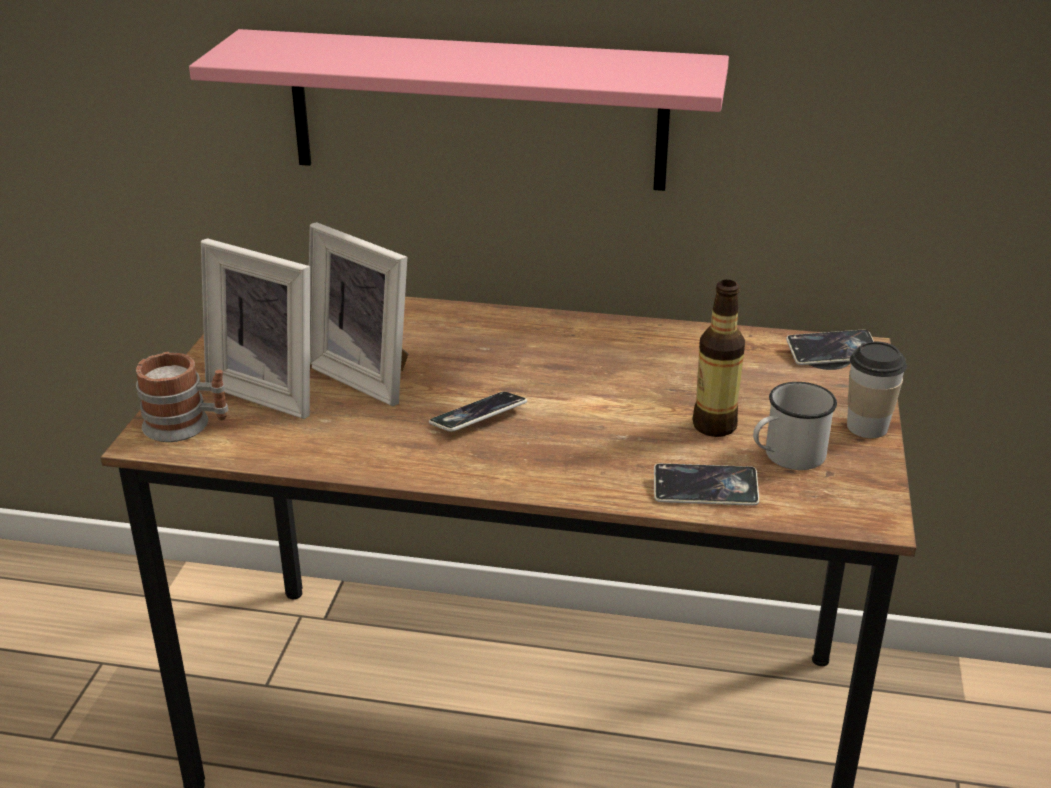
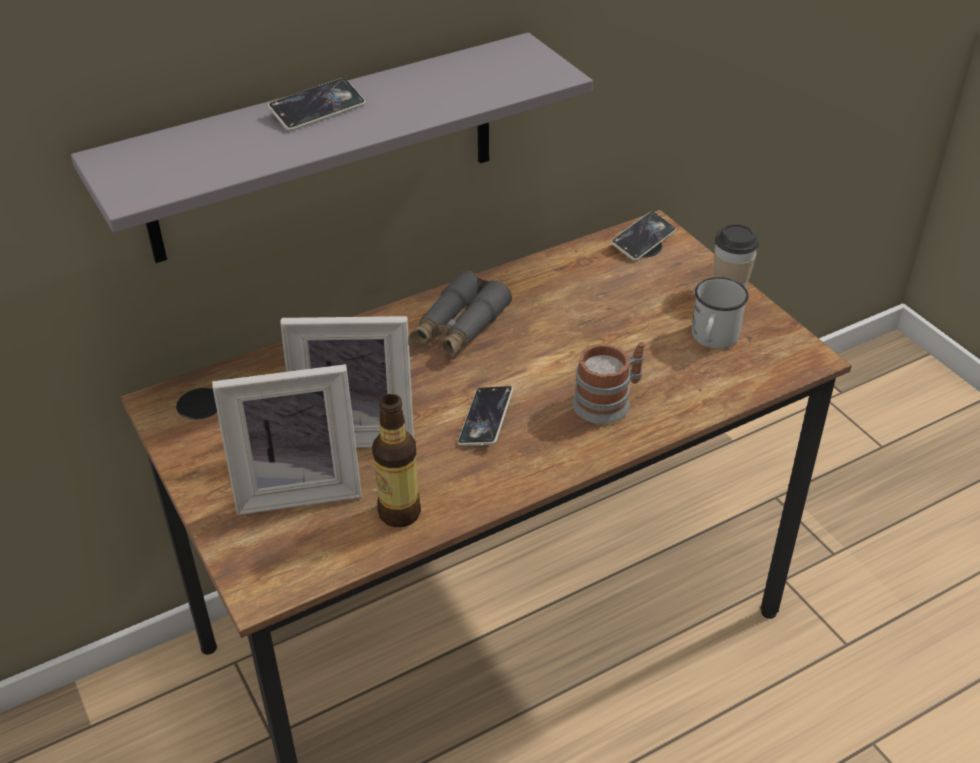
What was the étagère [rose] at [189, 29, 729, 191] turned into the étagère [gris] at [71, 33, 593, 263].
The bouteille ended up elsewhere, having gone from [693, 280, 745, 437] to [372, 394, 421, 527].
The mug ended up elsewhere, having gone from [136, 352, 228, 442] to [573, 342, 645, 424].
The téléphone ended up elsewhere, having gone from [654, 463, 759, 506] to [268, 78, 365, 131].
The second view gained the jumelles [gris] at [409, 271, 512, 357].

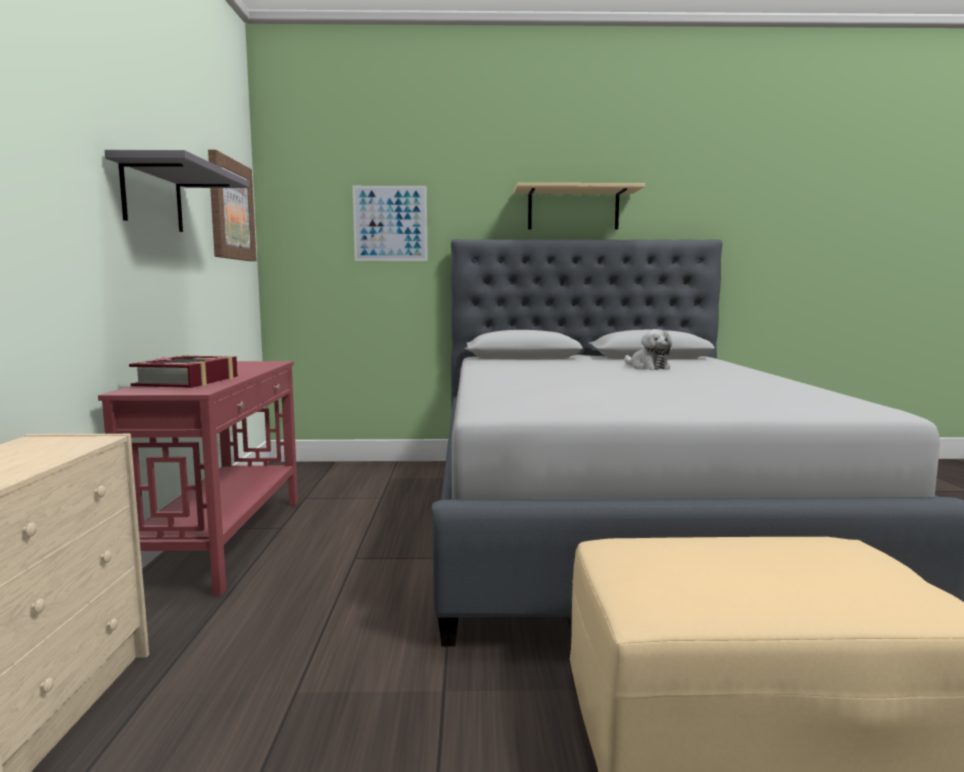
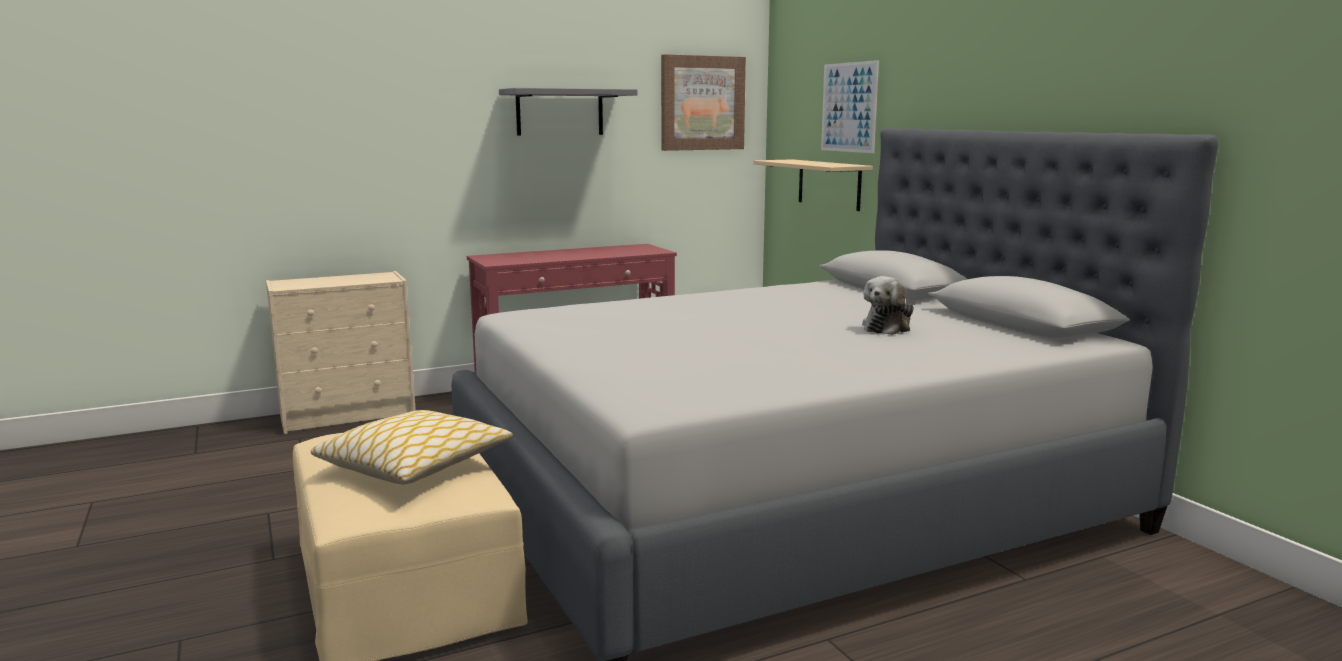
The étagère [beige] ended up elsewhere, having gone from [514, 183, 645, 230] to [753, 159, 873, 211].
The second view lost the livre at [129, 355, 238, 388].
The second view gained the coussin at [311, 410, 513, 484].

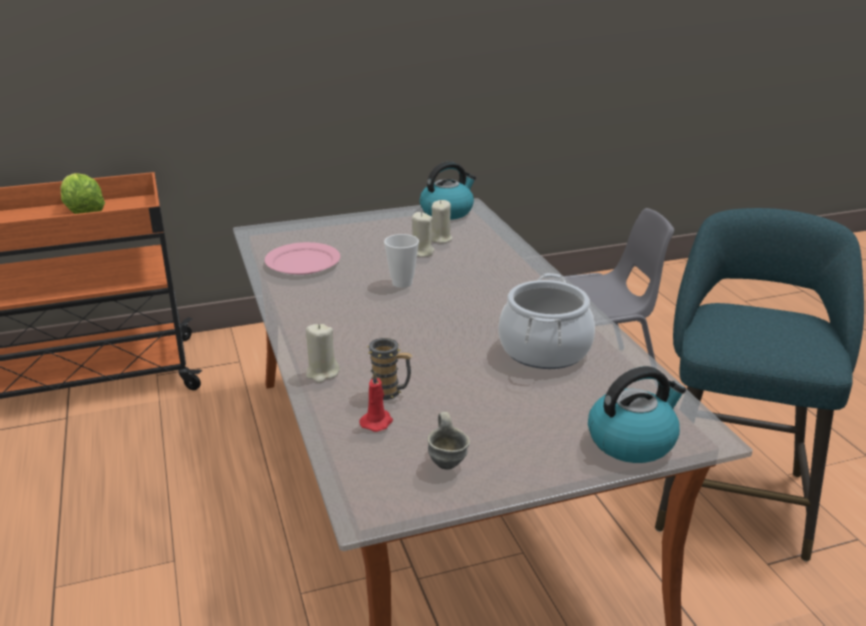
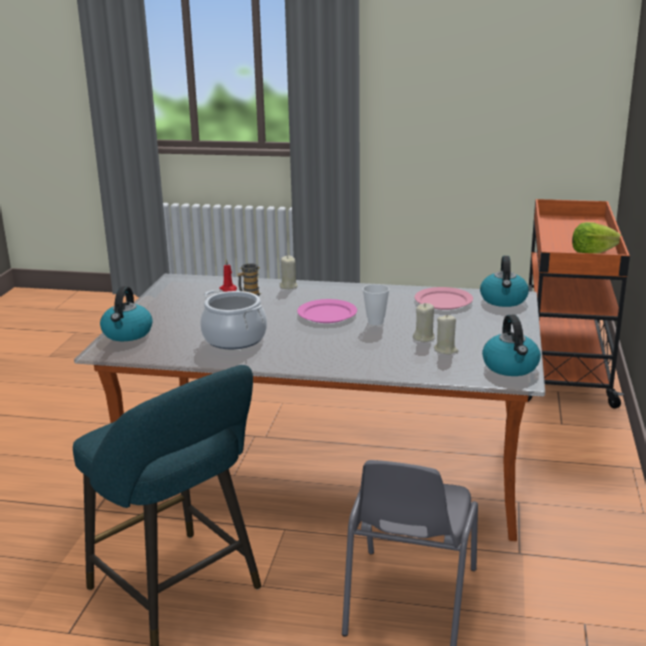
The second view lost the mug [gris] at [427, 412, 470, 470].
The second view gained the bouilloire at [480, 256, 529, 307].
The second view gained the assiette [rose] at [297, 299, 357, 323].

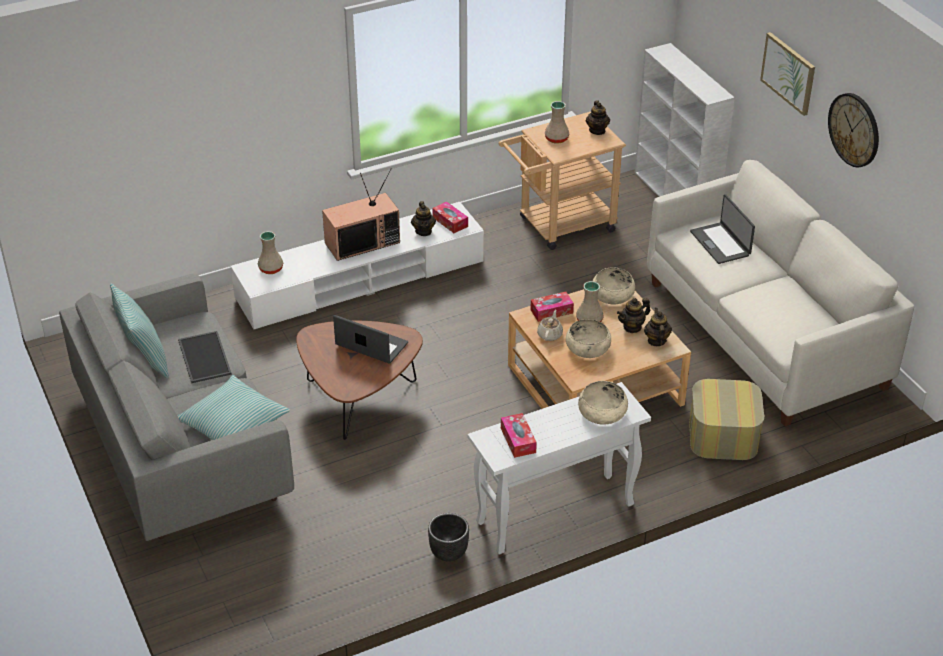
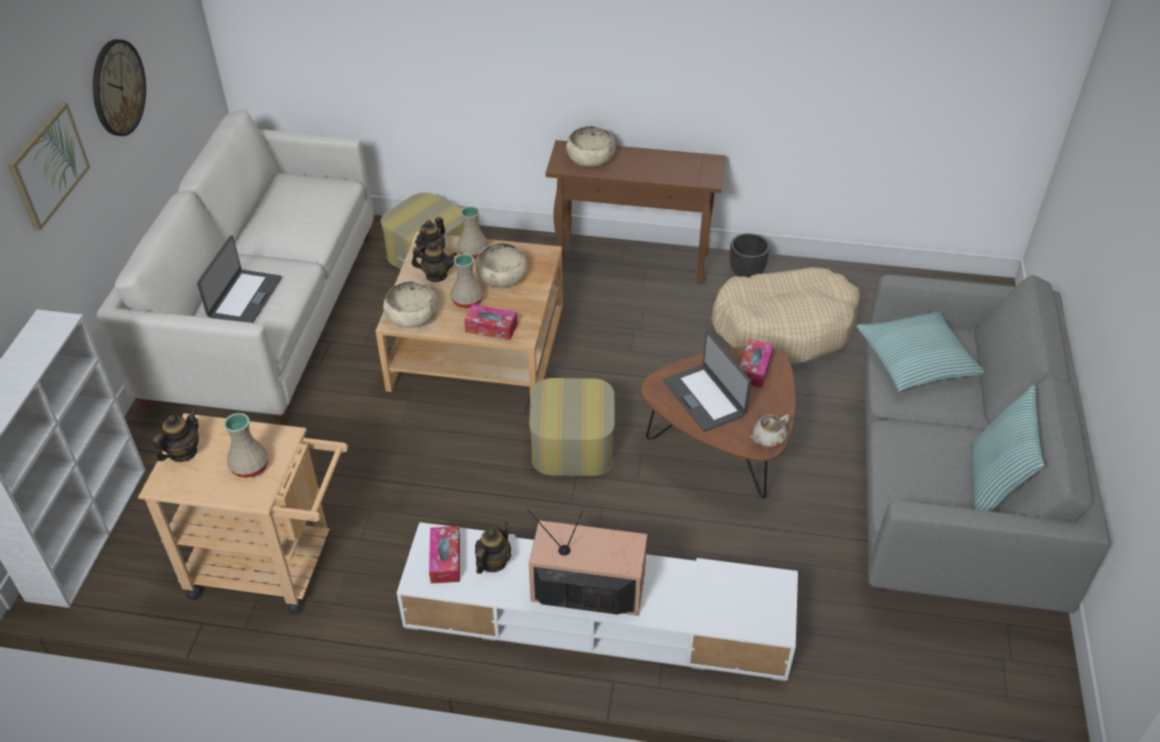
The vase [beige] ended up elsewhere, having gone from [258, 231, 283, 274] to [457, 206, 488, 259].
The théière [beige] ended up elsewhere, having gone from [537, 309, 563, 341] to [751, 414, 789, 447].
The second view lost the plateau at [178, 331, 232, 383].
What was the table console [blanc] at [468, 382, 651, 554] turned into the table console [marron] at [546, 140, 726, 284].
The boîte à mouchoirs ended up elsewhere, having gone from [501, 413, 537, 458] to [740, 339, 774, 388].
The second view gained the panier pour chien [beige] at [711, 267, 860, 364].
The second view gained the pouf at [529, 378, 614, 476].

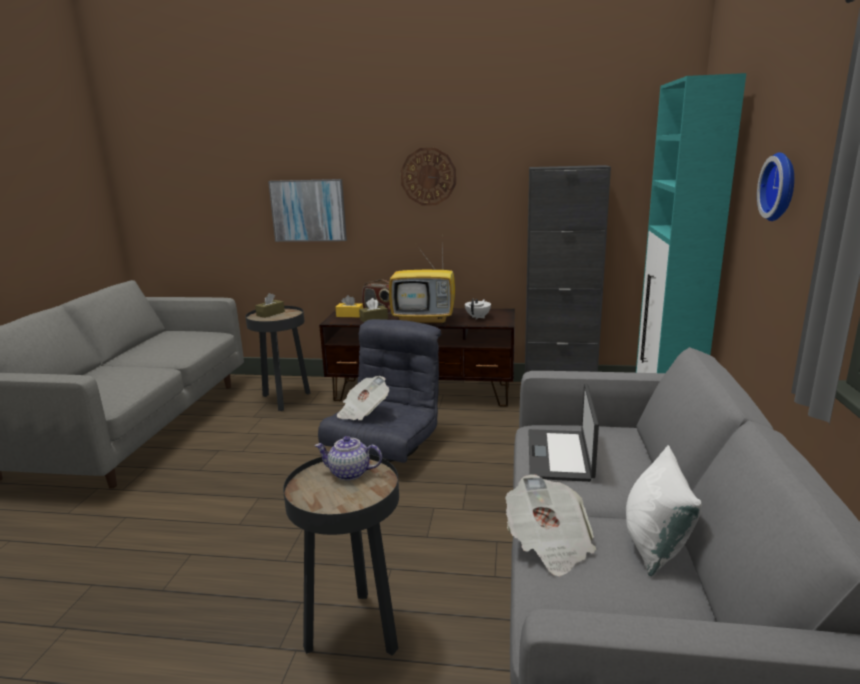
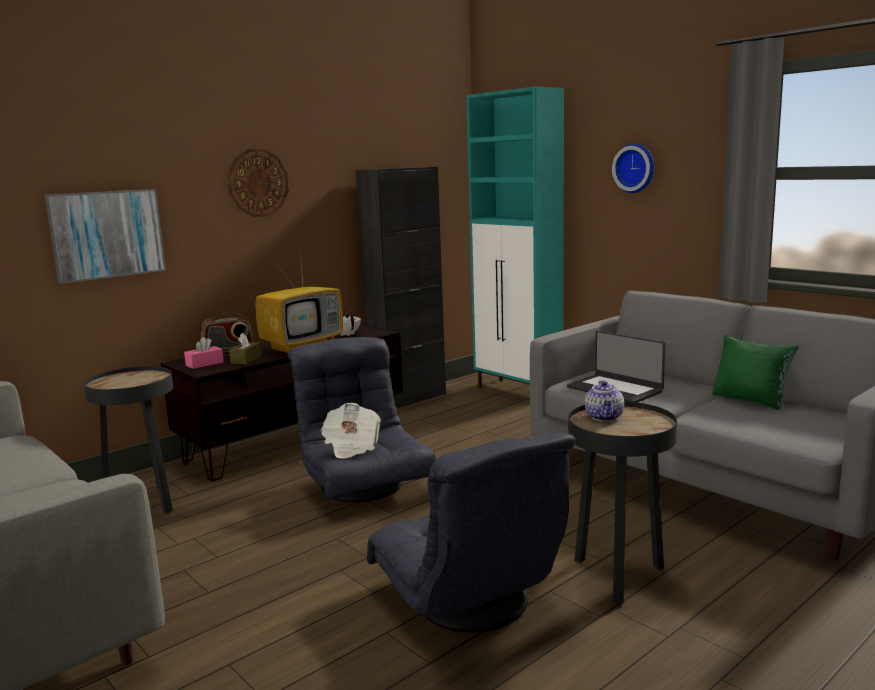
The second view lost the boîte à mouchoirs [marron] at [255, 293, 285, 318].
What was the boîte à mouchoirs [jaune] at [336, 295, 363, 317] turned into the boîte à mouchoirs [rose] at [184, 337, 224, 369].
The théière at [314, 436, 382, 481] ended up facing another way, 45 degrees counterclockwise from before.
What was the coussin [blanc] at [626, 445, 702, 576] turned into the coussin [vert] at [712, 335, 799, 410].
The second view lost the journal at [505, 474, 596, 576].
The second view gained the fauteuil [gris] at [367, 433, 576, 633].

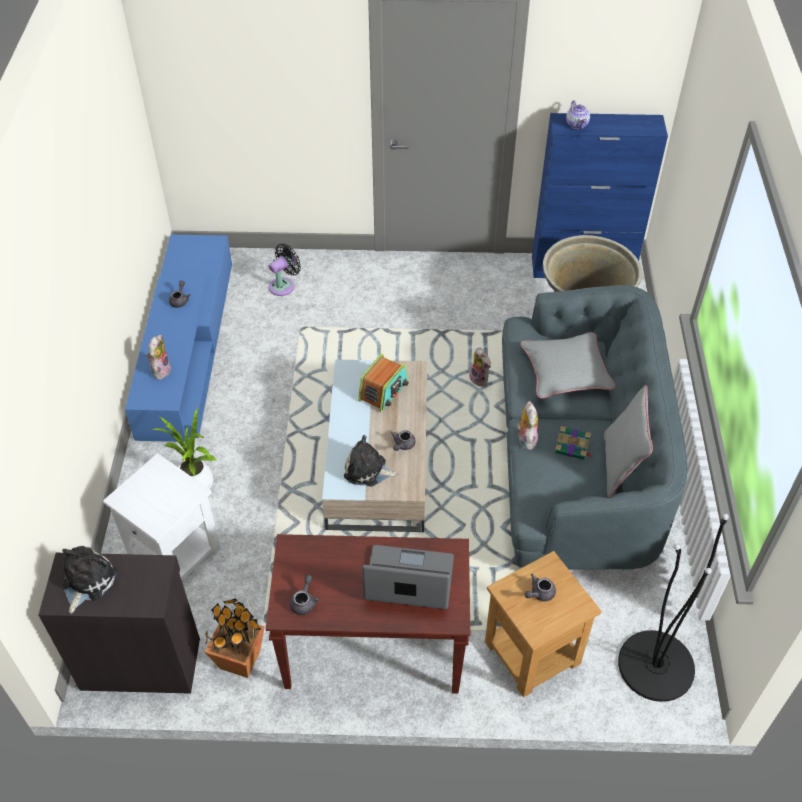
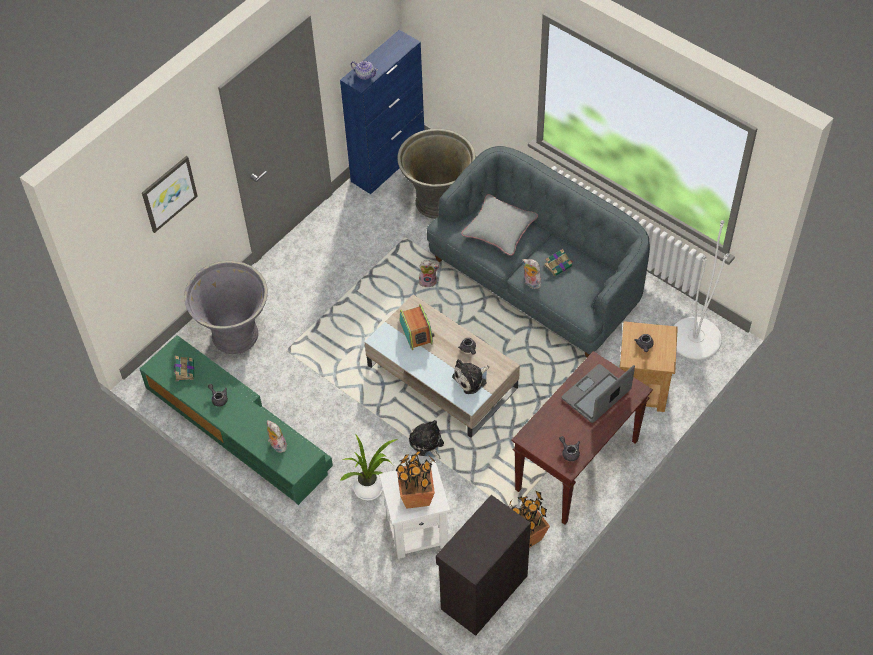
What was the meuble télé [bleu] at [125, 235, 232, 442] turned into the meuble télé [vert] at [140, 335, 333, 505].
Where the ventilateur [noir] stood at [268, 243, 301, 296], the cache-pot [gris] came to stand at [184, 261, 268, 354].
The second view lost the coussin [gris] at [604, 385, 653, 498].
What was the lampadaire [noir] at [618, 514, 729, 702] turned into the lampadaire [blanc] at [674, 220, 730, 360].
The peluche ended up elsewhere, having gone from [62, 546, 118, 613] to [409, 420, 444, 459].
The second view gained the tableau at [142, 156, 198, 233].
The second view gained the livre at [174, 356, 194, 381].
The second view gained the plante en pot at [395, 450, 437, 509].

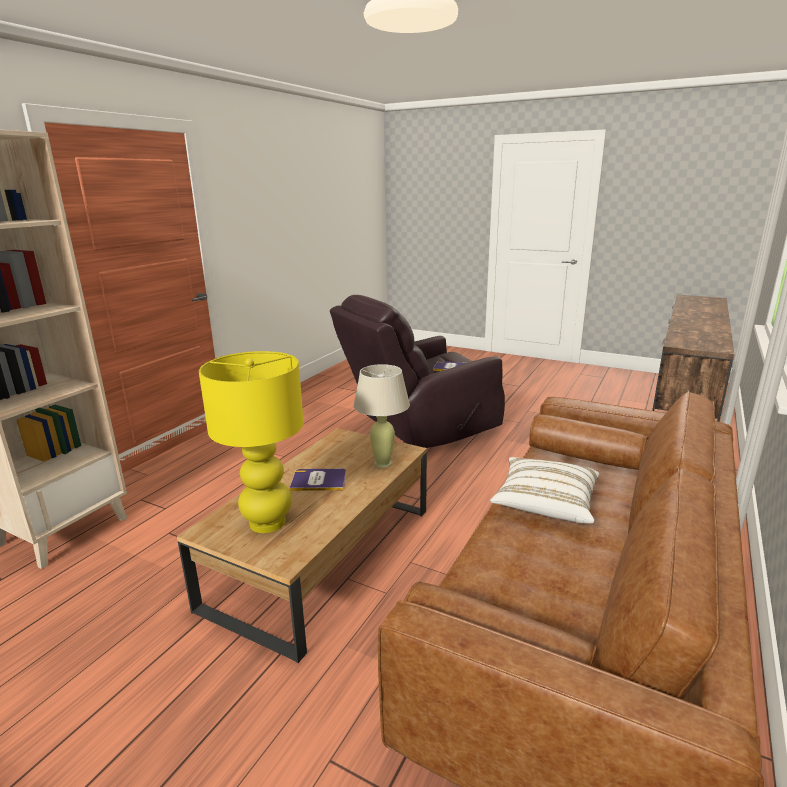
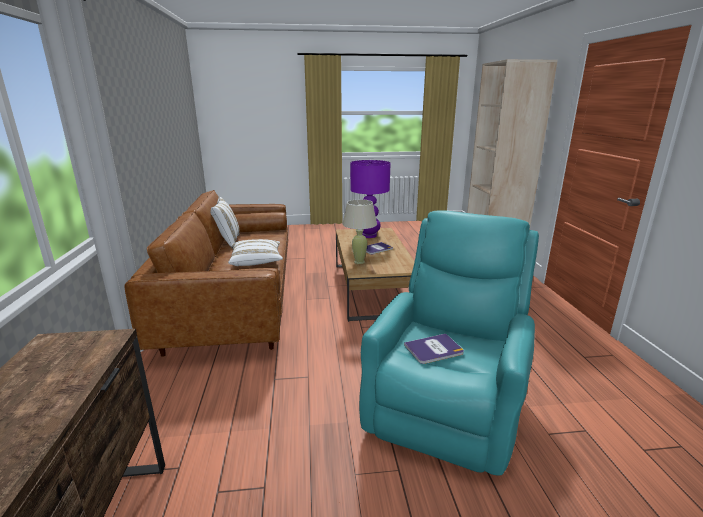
What was the fauteuil [marron] at [330, 295, 505, 448] turned into the fauteuil [turquoise] at [359, 210, 539, 475].
What was the lampe de table [jaune] at [199, 351, 304, 533] turned into the lampe de table [violet] at [350, 160, 391, 238].
The second view gained the coussin [blanc] at [210, 197, 239, 249].

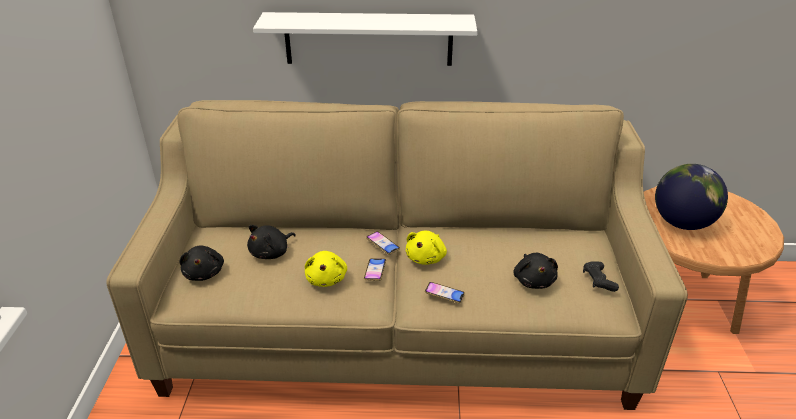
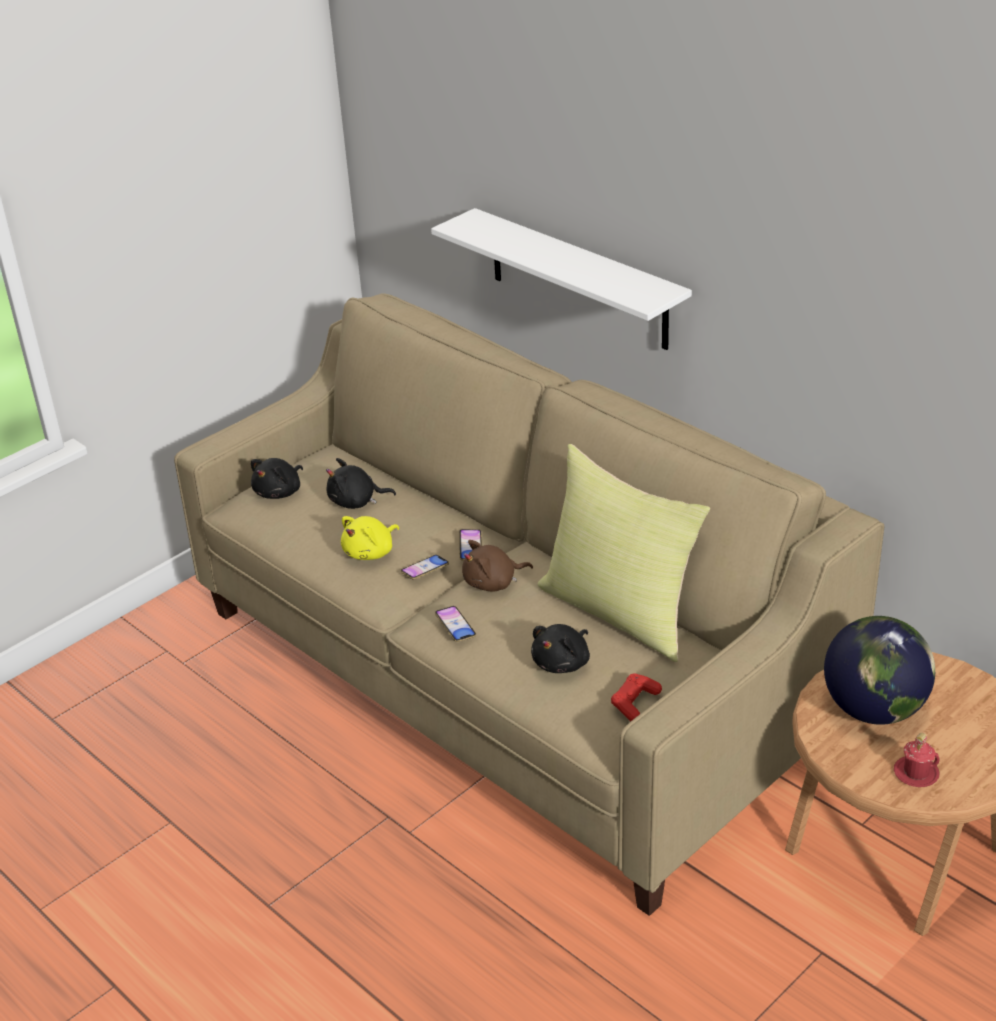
What was the peluche [jaune] at [406, 231, 447, 265] turned into the peluche [marron] at [462, 540, 533, 592].
What was the manette [noir] at [583, 261, 619, 292] turned into the manette [rouge] at [611, 674, 662, 721].
The second view gained the coussin [jaune] at [538, 444, 710, 662].
The second view gained the mug [rouge] at [894, 733, 940, 787].

